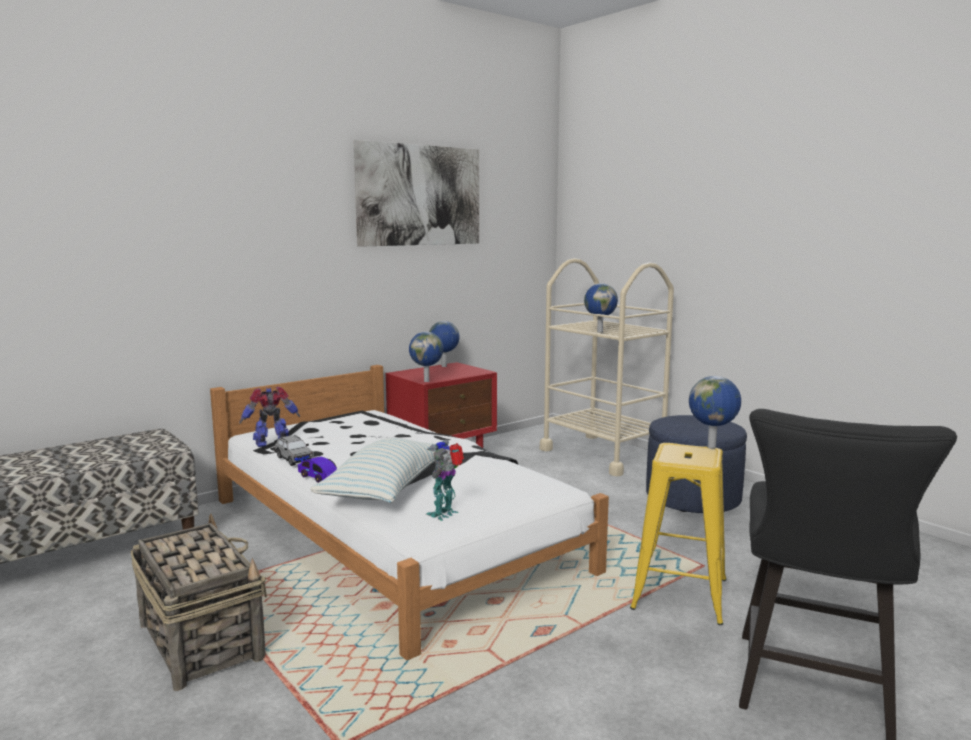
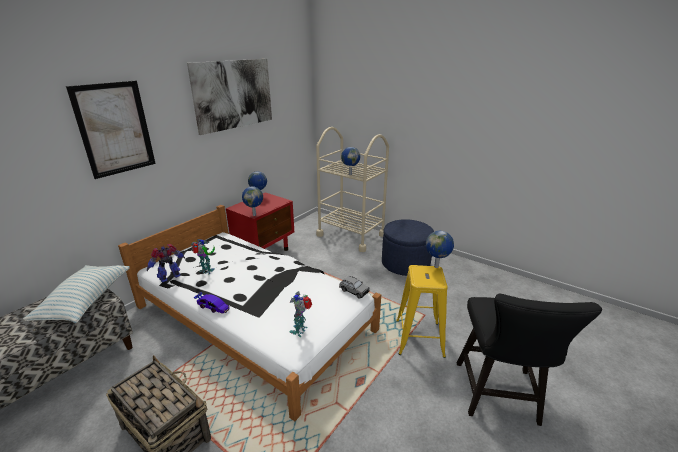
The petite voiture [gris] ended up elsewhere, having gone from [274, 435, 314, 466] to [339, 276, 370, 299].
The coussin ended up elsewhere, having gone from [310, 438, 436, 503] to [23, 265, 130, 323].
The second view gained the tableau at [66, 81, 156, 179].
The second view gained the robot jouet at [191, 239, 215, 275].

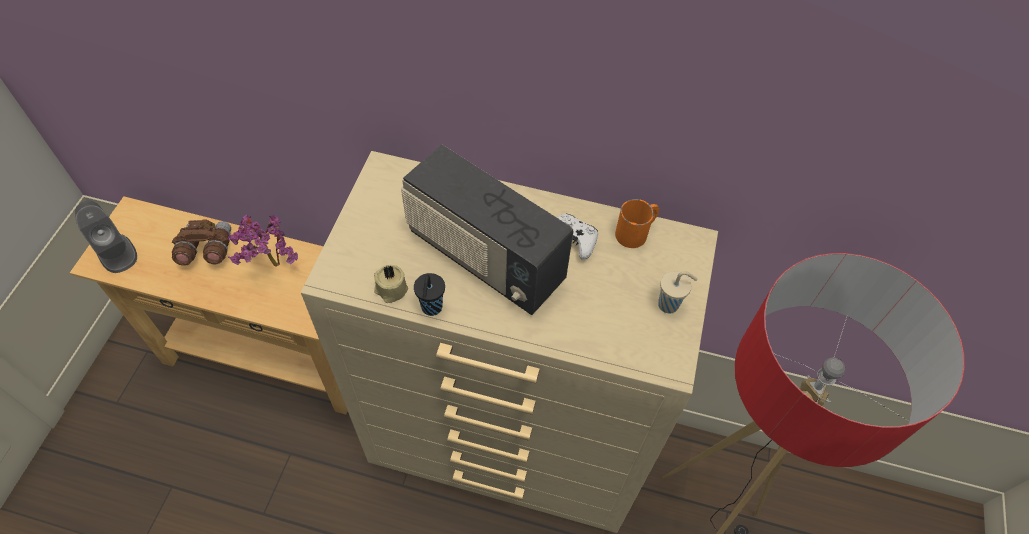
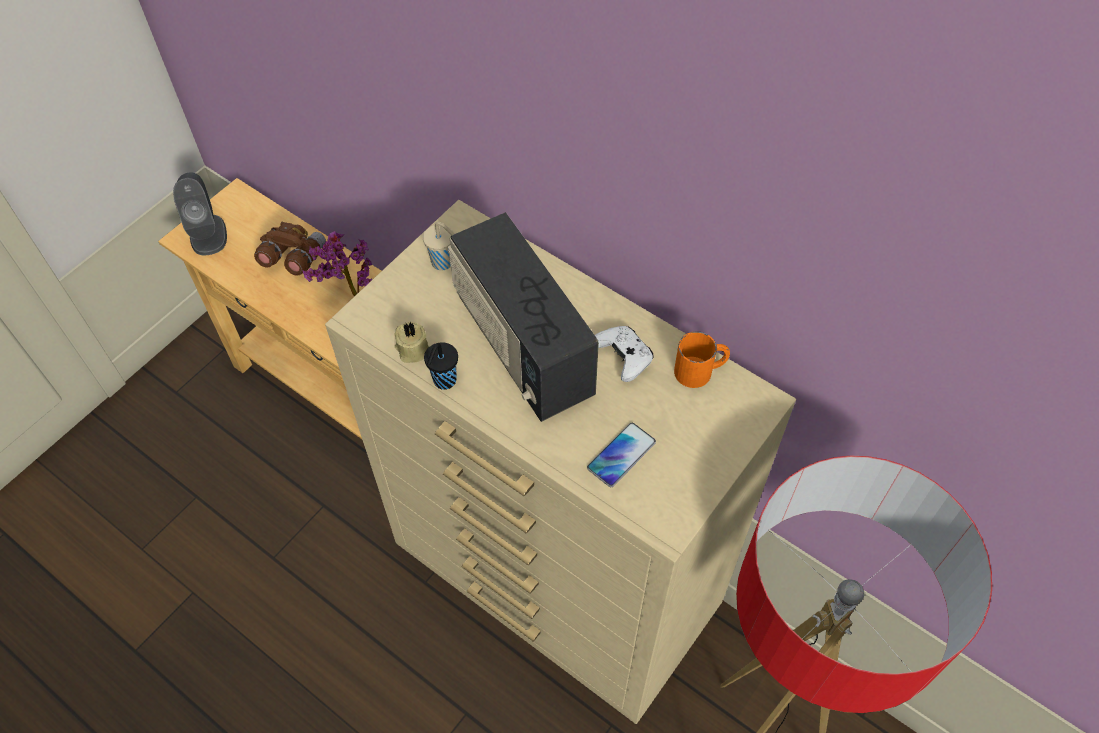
The tasse [beige] ended up elsewhere, having gone from [658, 271, 697, 314] to [423, 222, 454, 270].
The second view gained the téléphone at [587, 423, 656, 487].

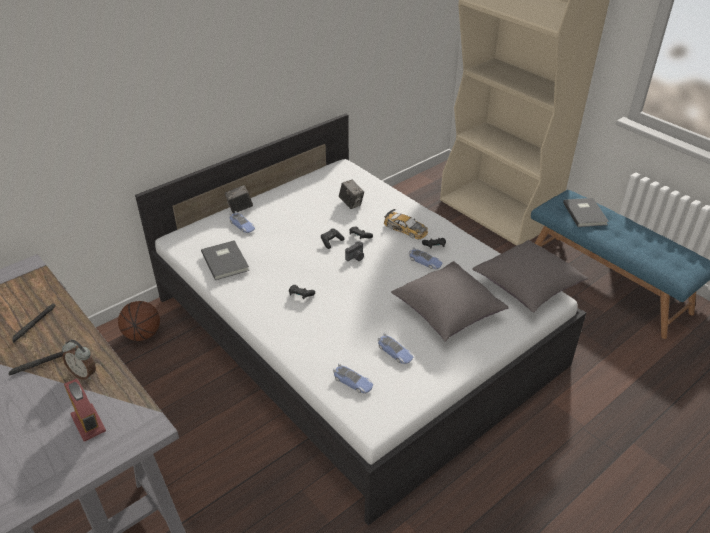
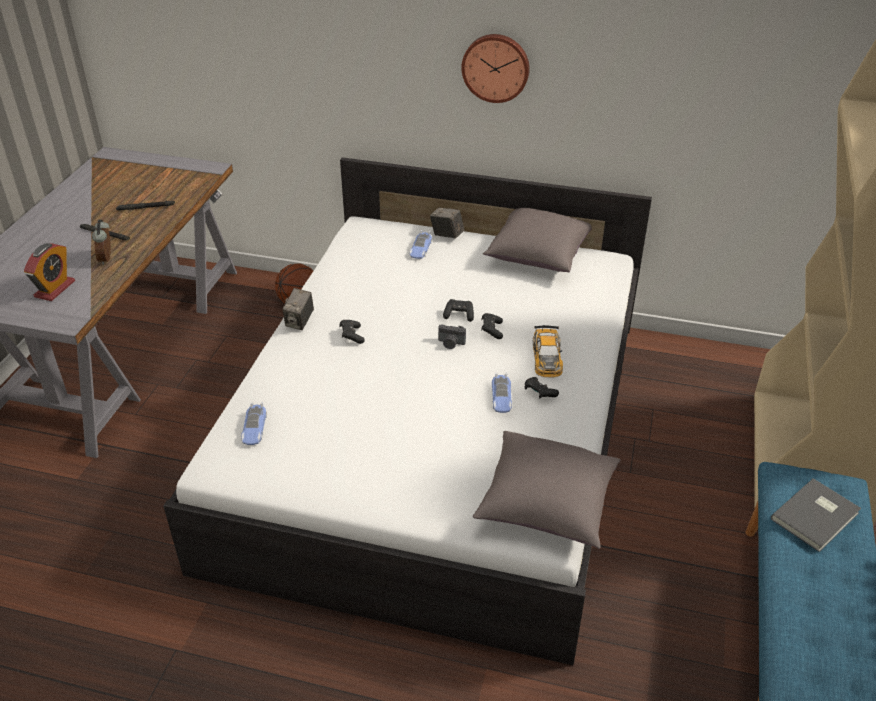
The appareil photo ended up elsewhere, having gone from [339, 180, 364, 209] to [283, 288, 314, 330].
The second view lost the livre [gris] at [201, 240, 250, 280].
The coussin [gris] ended up elsewhere, having gone from [391, 261, 509, 342] to [483, 208, 592, 272].
The second view lost the petite voiture at [378, 333, 413, 364].
The second view gained the horloge murale at [461, 34, 530, 103].

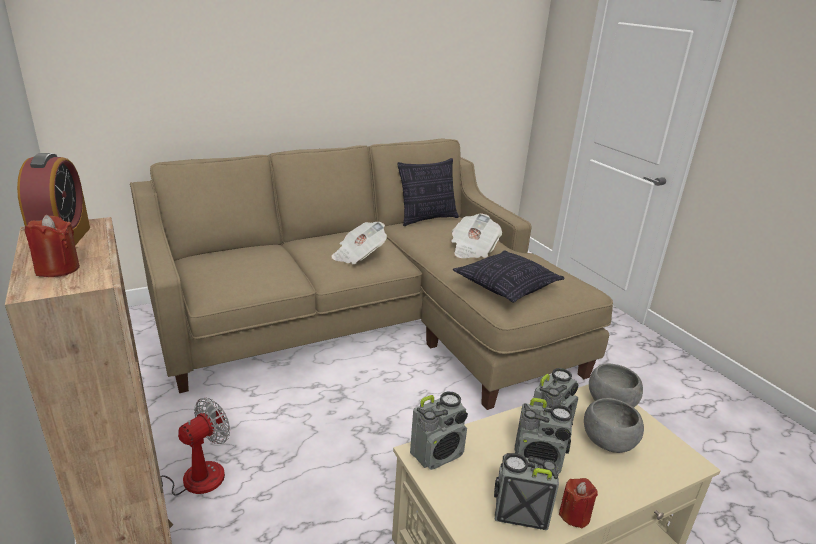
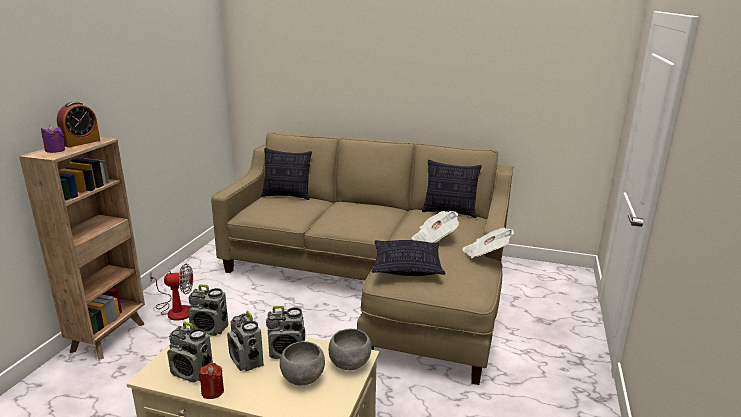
What was the bougie [rouge] at [25, 215, 80, 277] turned into the bougie [violet] at [41, 125, 65, 153].
The journal ended up elsewhere, having gone from [331, 222, 387, 264] to [462, 228, 514, 258].
The radio at [494, 453, 559, 530] ended up facing another way, 150 degrees clockwise from before.
The second view gained the coussin at [261, 148, 312, 200].

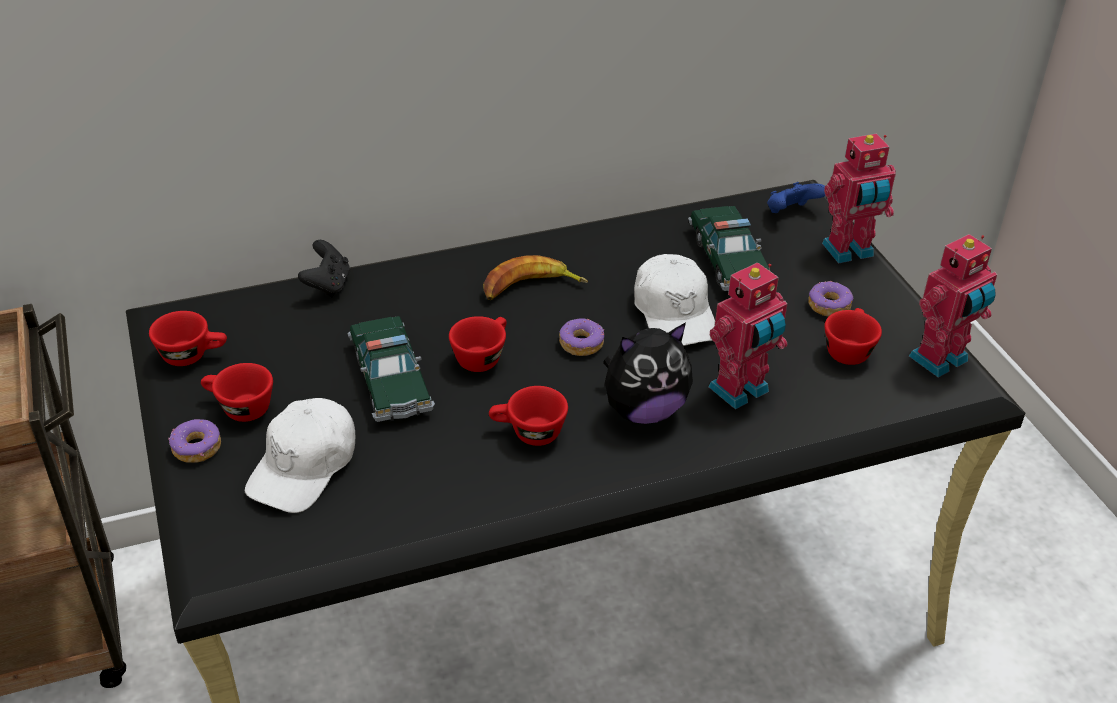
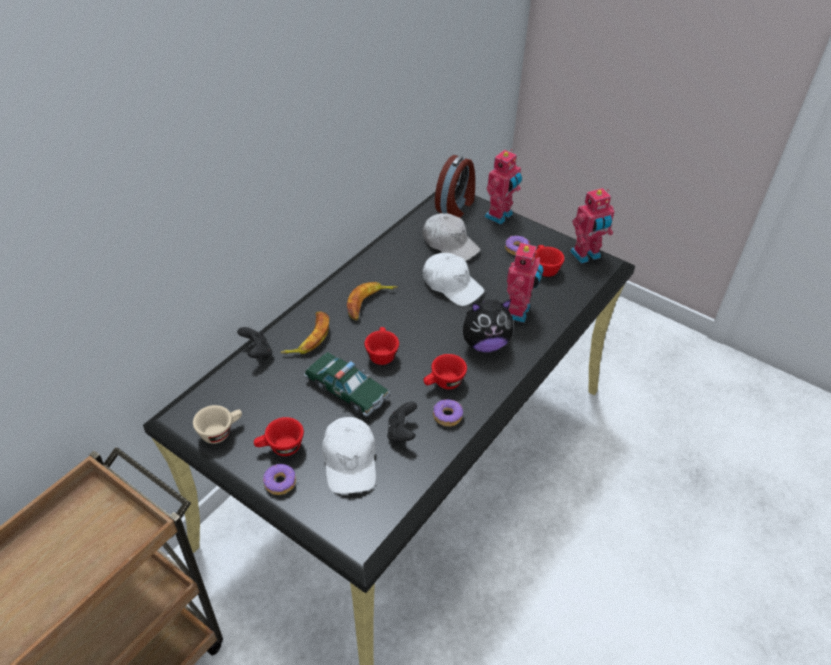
Where the manette [bleu] stood at [767, 182, 825, 213], the réveil came to stand at [435, 155, 475, 218].
Where the petite voiture stood at [688, 206, 770, 291], the casquette [blanc] came to stand at [423, 213, 480, 261].
The robot jouet at [909, 234, 997, 378] ended up facing another way, 45 degrees clockwise from before.
What was the tasse [rouge] at [149, 311, 227, 366] turned into the tasse [beige] at [193, 405, 242, 444].
The beignet ended up elsewhere, having gone from [559, 318, 604, 356] to [433, 399, 463, 427].
The peluche at [603, 322, 693, 424] ended up facing another way, 45 degrees clockwise from before.
The second view gained the banane at [280, 311, 329, 354].
The second view gained the manette [noir] at [387, 402, 417, 443].

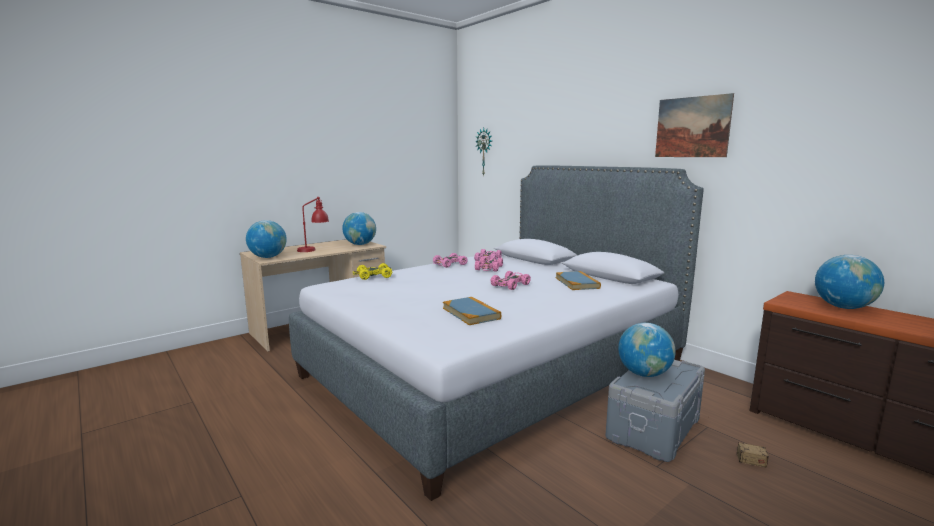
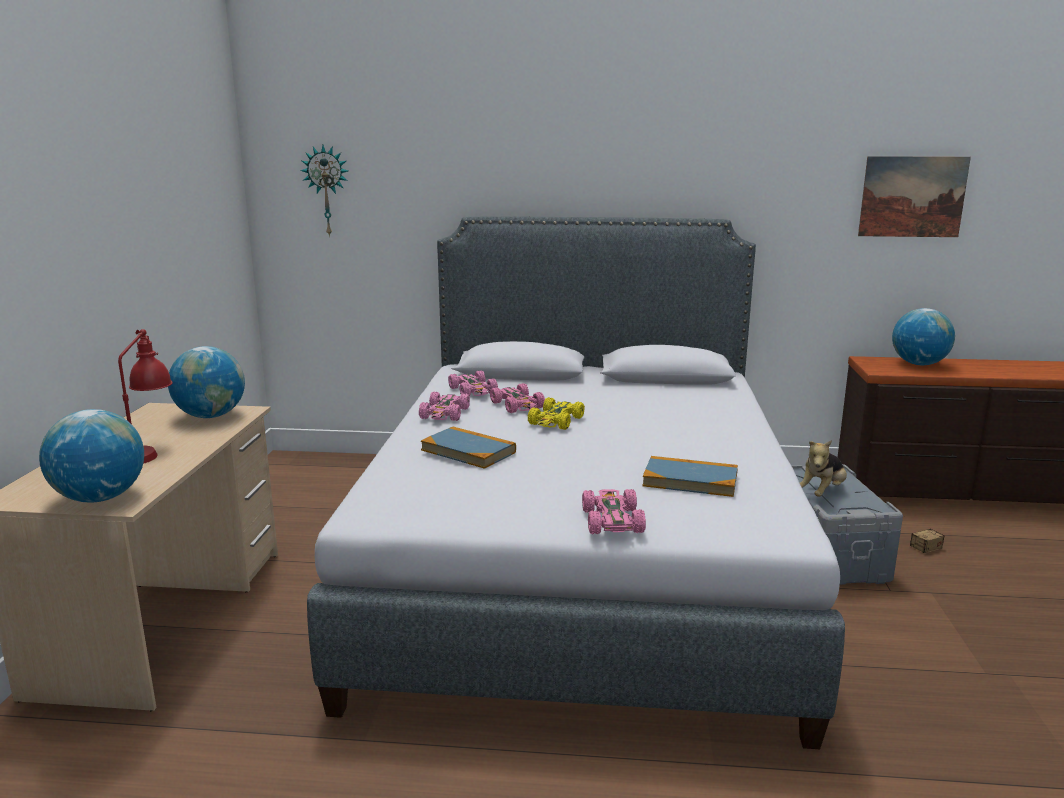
The tableau ended up elsewhere, having gone from [655, 93, 734, 157] to [858, 156, 971, 237].
The petite voiture [jaune] ended up elsewhere, having gone from [353, 263, 392, 280] to [528, 397, 585, 430].
The petite voiture [rose] ended up elsewhere, having gone from [491, 271, 531, 290] to [582, 489, 646, 534].
The livre ended up elsewhere, having gone from [556, 271, 601, 290] to [421, 427, 516, 469].
Where the globe stood at [618, 323, 676, 377], the peluche came to stand at [800, 440, 847, 497].

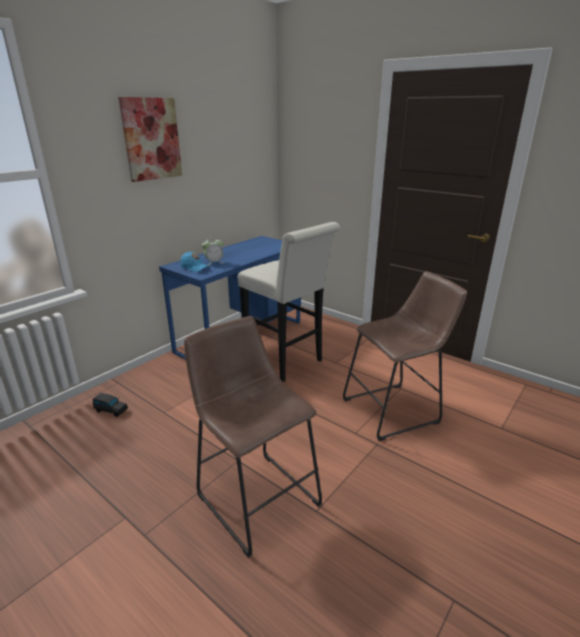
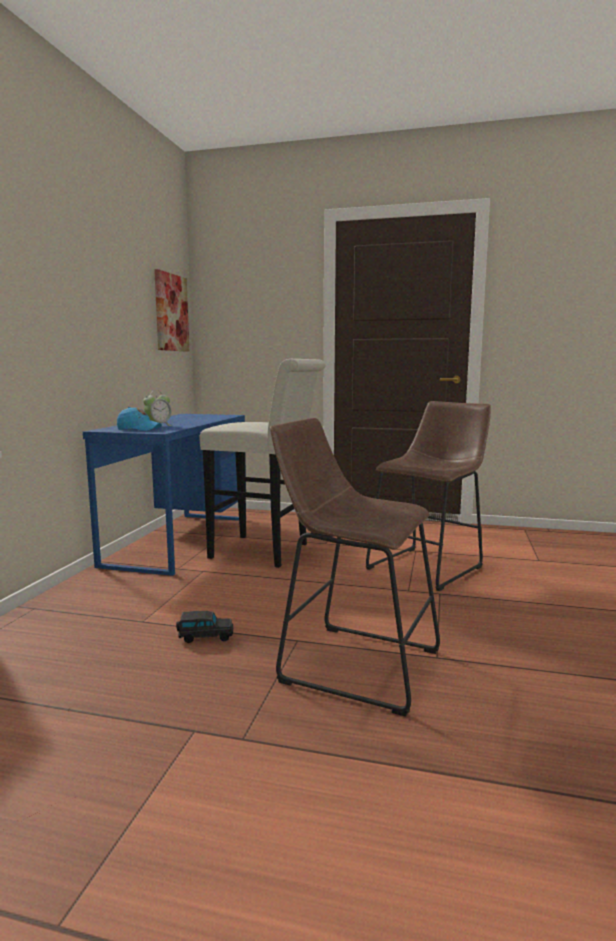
The tableau ended up elsewhere, having gone from [118, 97, 182, 182] to [154, 269, 189, 351].
The petite voiture [noir] ended up elsewhere, having gone from [93, 393, 128, 417] to [176, 611, 233, 643].

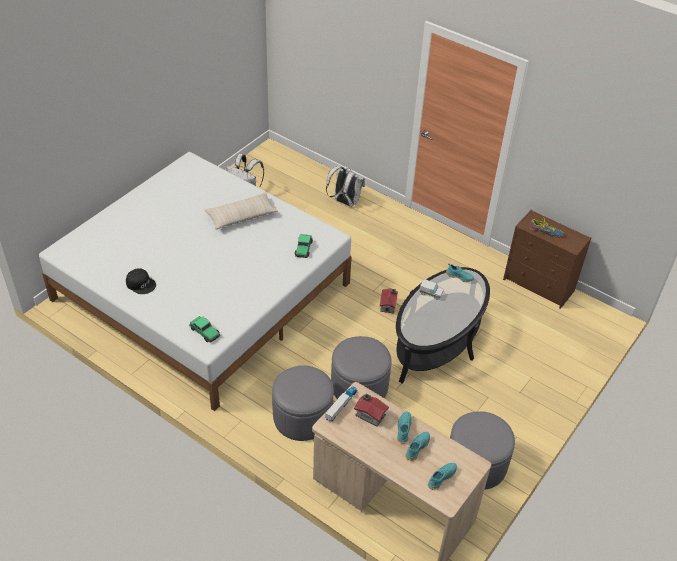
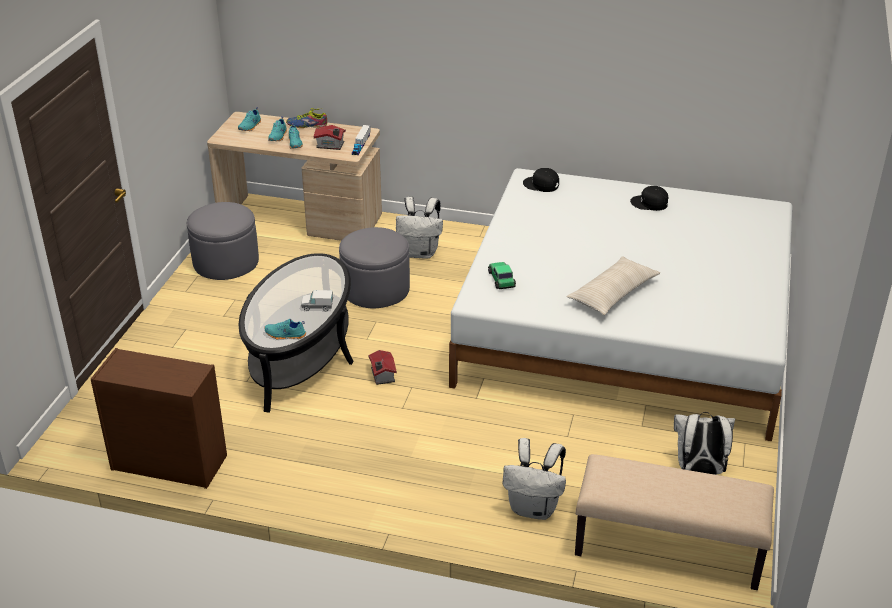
The chaussure ended up elsewhere, having gone from [530, 218, 564, 238] to [286, 108, 327, 128].
Where the petite voiture stood at [189, 316, 220, 343], the casquette [noir] came to stand at [523, 168, 559, 192].
Where the pouf [gris] stood at [272, 365, 334, 441], the sac à dos [blanc] came to stand at [396, 197, 443, 258].
The second view gained the banc [beige] at [575, 454, 774, 590].

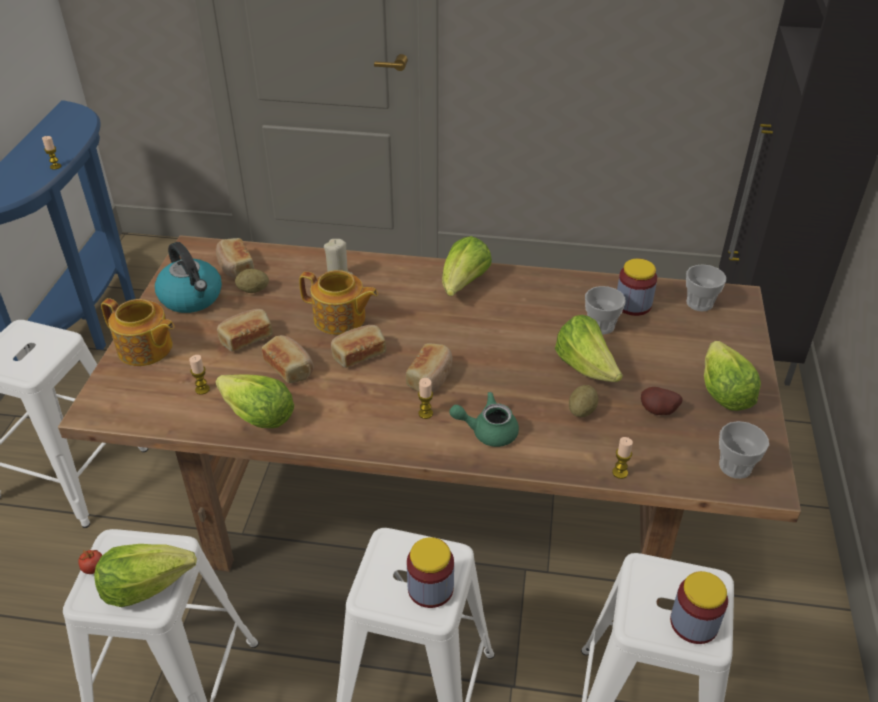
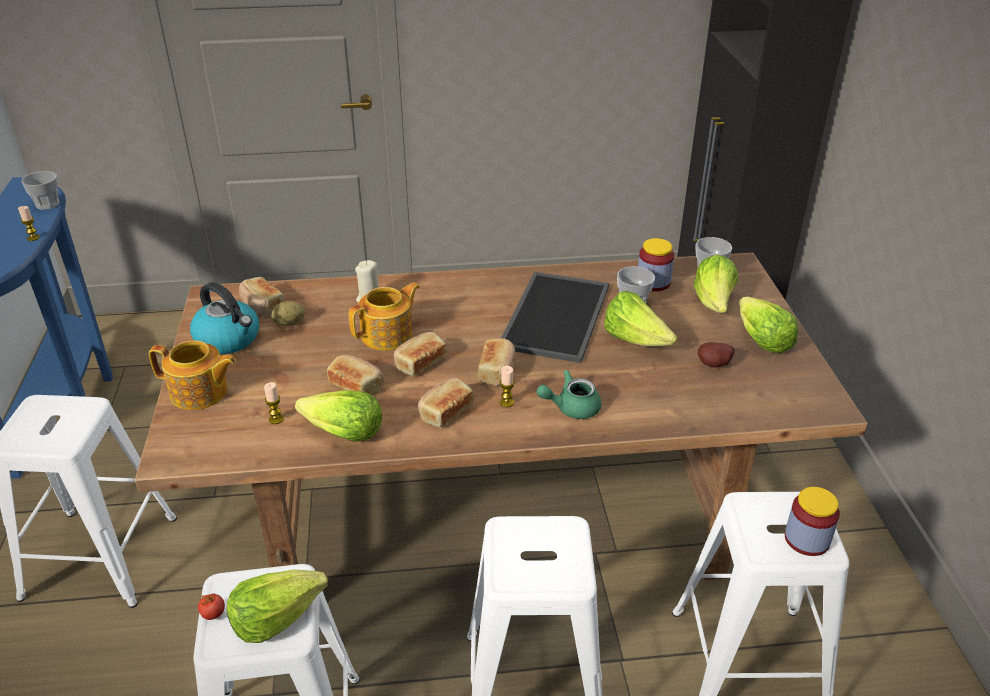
The laitue ended up elsewhere, having gone from [442, 236, 492, 296] to [693, 255, 738, 313].
The théière at [299, 270, 378, 335] ended up facing another way, 45 degrees counterclockwise from before.
The pain ended up elsewhere, having gone from [217, 309, 273, 352] to [418, 378, 474, 427].
The second view lost the pomme de terre at [569, 385, 598, 417].
The tasse ended up elsewhere, having gone from [719, 421, 769, 479] to [21, 171, 60, 210].
The second view lost the bougie at [612, 437, 633, 479].
The second view lost the bocal at [407, 537, 454, 608].
The second view gained the plateau at [501, 272, 609, 363].

